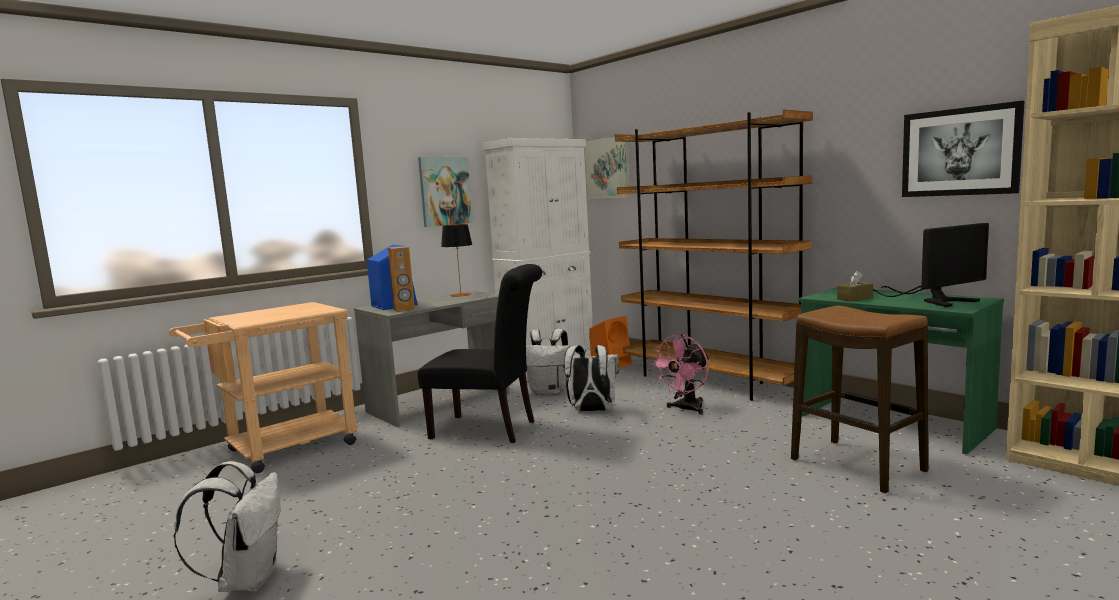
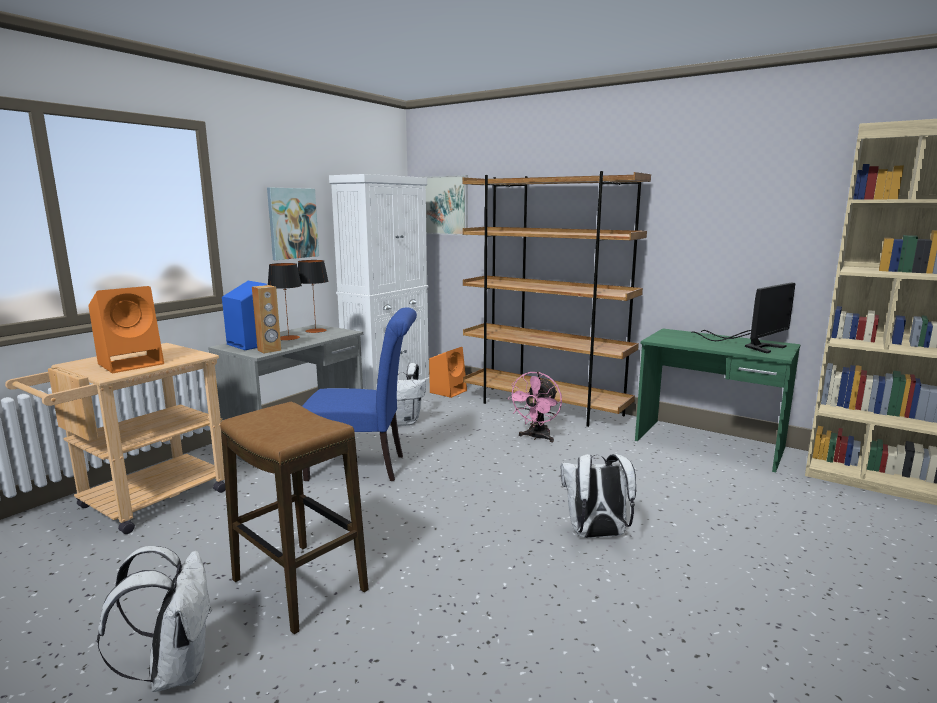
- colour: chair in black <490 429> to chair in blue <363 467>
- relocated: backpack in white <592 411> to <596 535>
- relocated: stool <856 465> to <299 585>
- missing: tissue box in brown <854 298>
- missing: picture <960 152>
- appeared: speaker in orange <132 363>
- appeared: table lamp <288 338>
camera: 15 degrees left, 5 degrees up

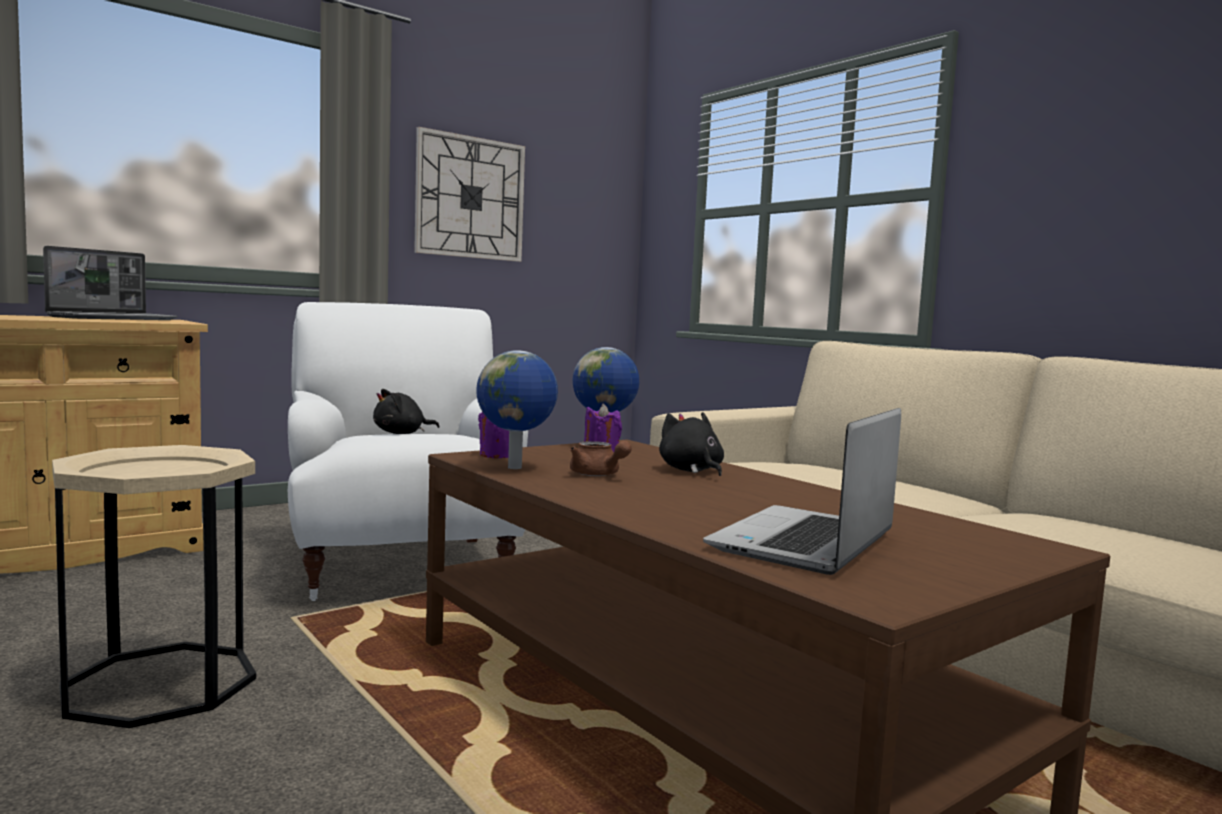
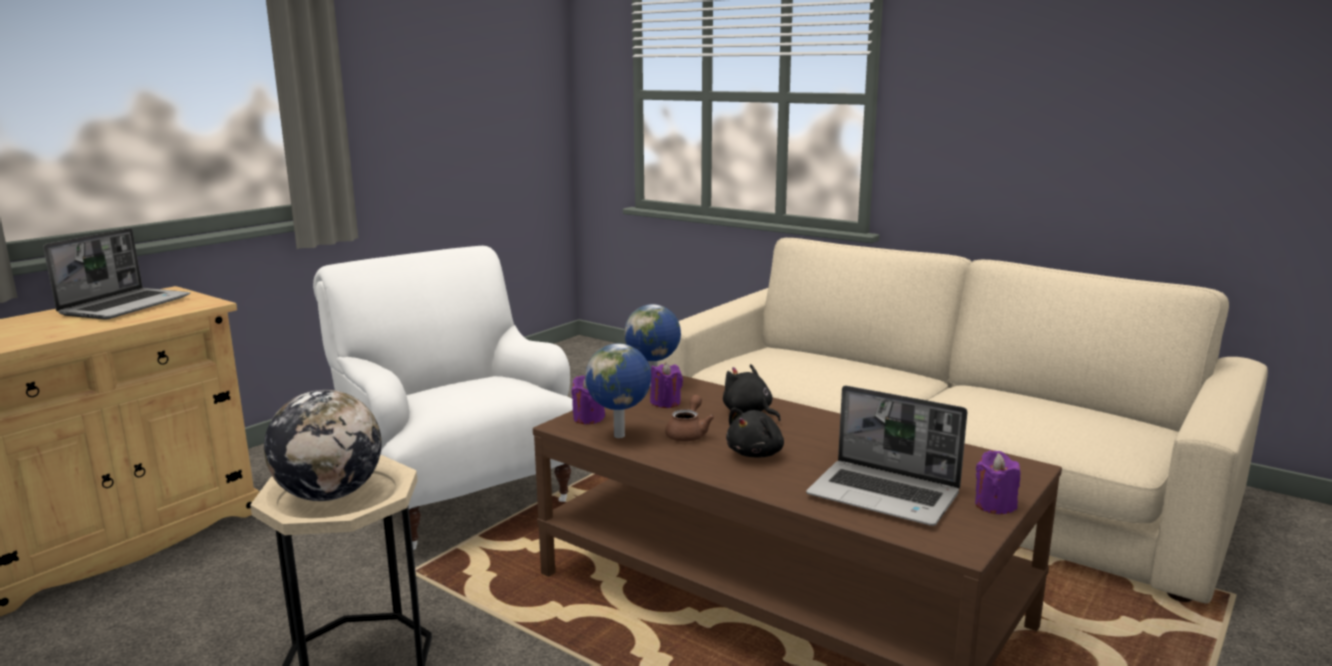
- relocated: plush toy in black <402 433> to <756 453>
- missing: wall clock <470 198>
- spun: teapot in brown <598 475> = <688 434> 105 degrees counterclockwise
- spun: laptop <804 543> = <885 495> 75 degrees counterclockwise
- appeared: globe <330 495>
- appeared: candle in purple <994 505>
camera: 15 degrees left, 10 degrees up

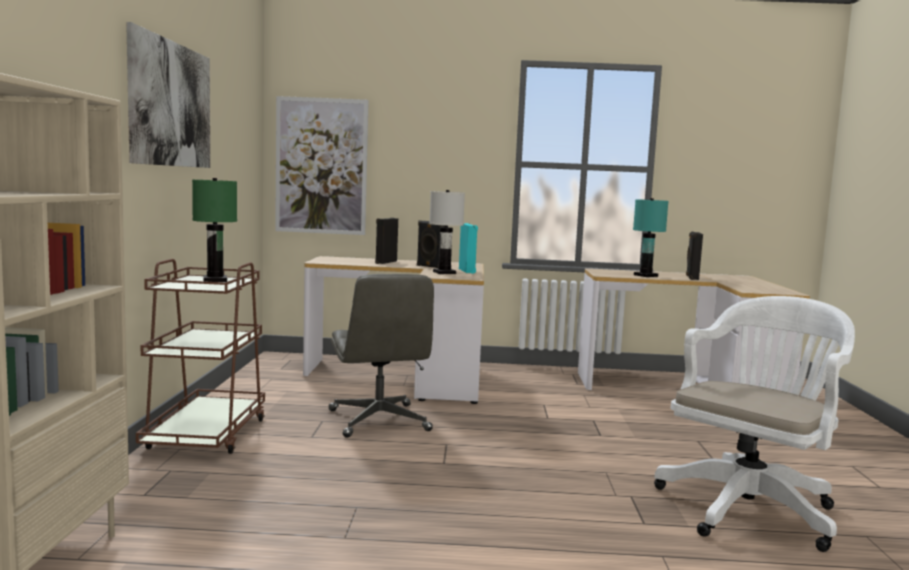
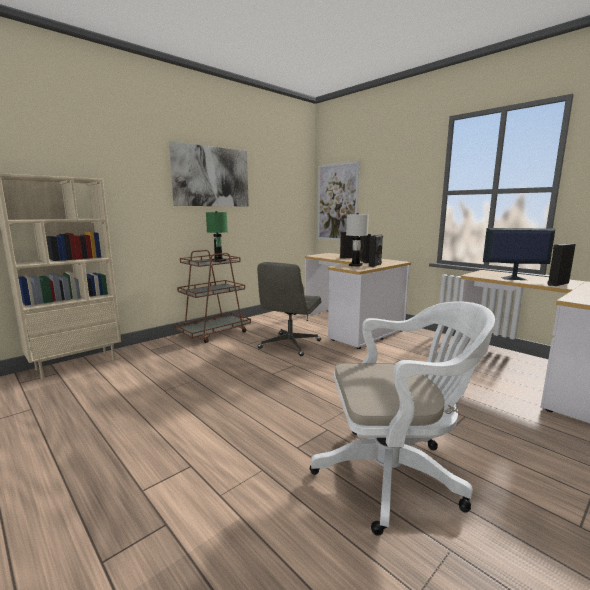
- colour: speaker in turquoise <467 271> to speaker in black <375 265>
- exchanged: table lamp in turquoise <645 275> to monitor <513 278>
camera: 45 degrees right, 5 degrees up

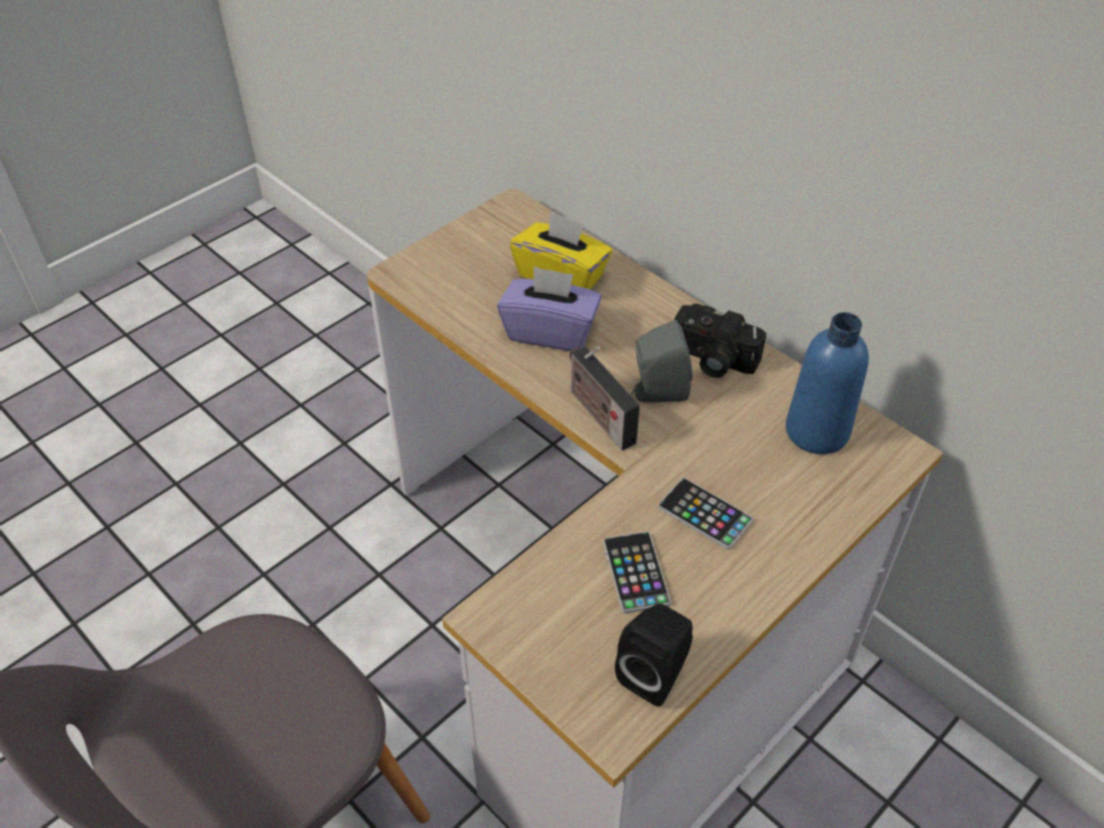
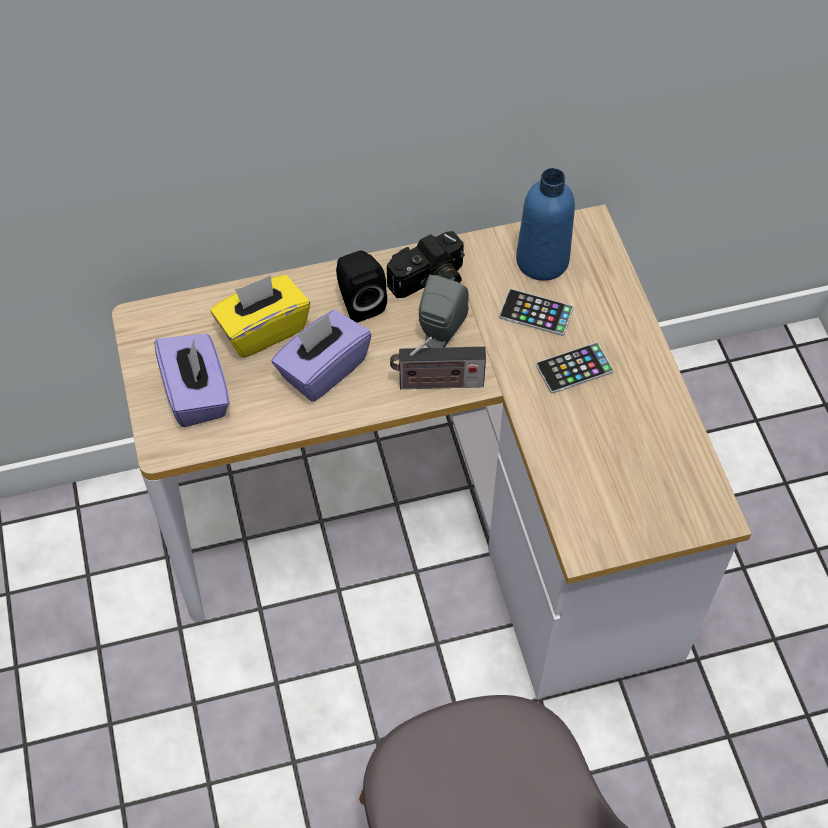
- relocated: phone <636 572> to <536 313>
- relocated: speaker in black <655 673> to <359 302>
- appeared: tissue box in purple <197 394>
camera: 60 degrees left, 10 degrees up

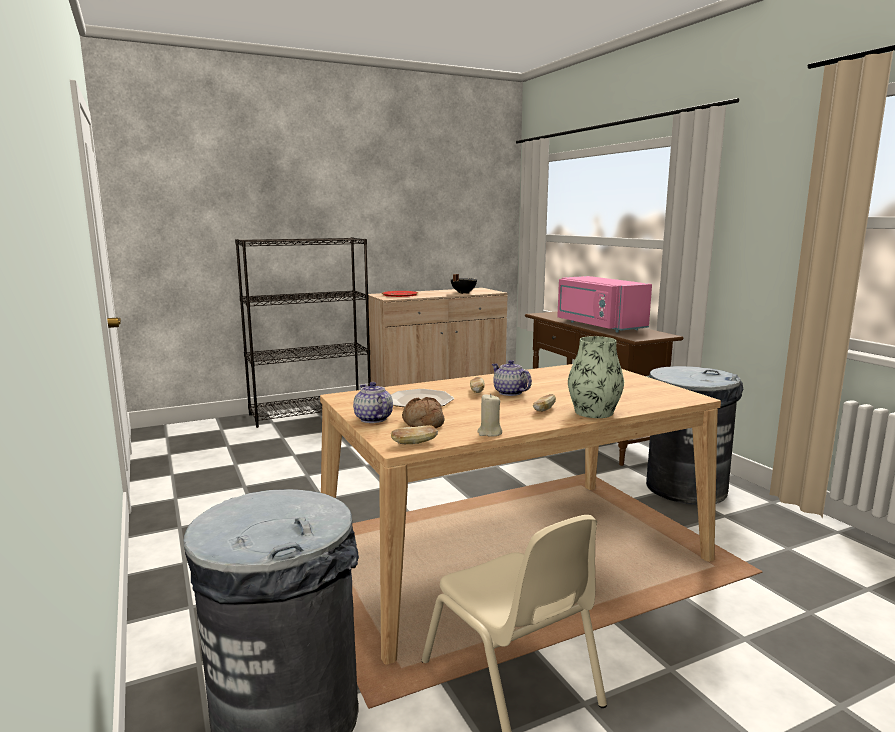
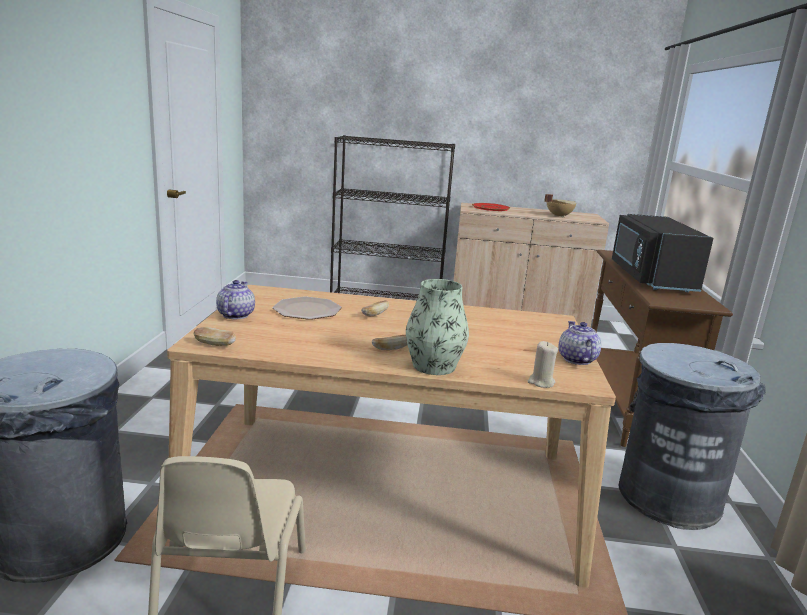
- missing: bread <422 423>
- colour: cooking pot in black <463 293> to cooking pot in beige <558 216>
- relocated: candle in beige <489 433> to <541 382>
- relocated: teapot <509 392> to <576 359>
- colour: microwave in pink <598 326> to microwave in black <649 278>
camera: 30 degrees right, 5 degrees up

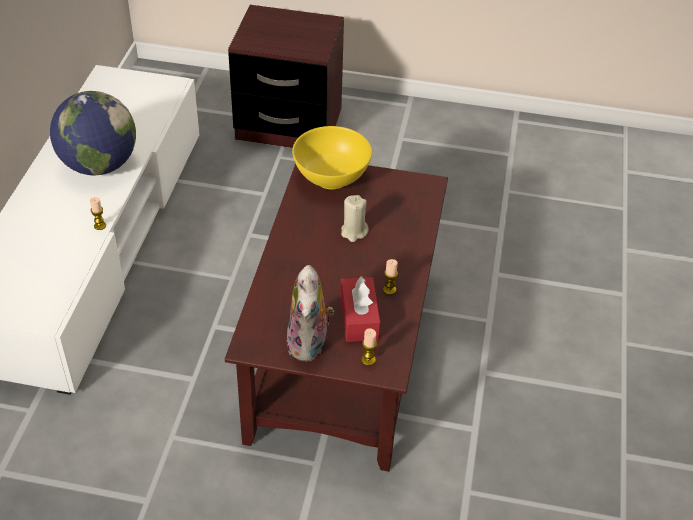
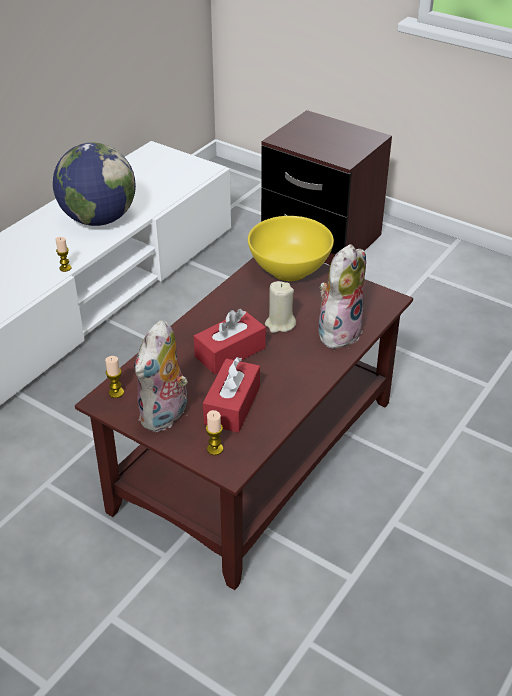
- relocated: candle <389 290> to <116 392>
- appeared: tissue box in red <230 352>
- appeared: plush toy <338 331>
camera: 25 degrees right, 5 degrees down

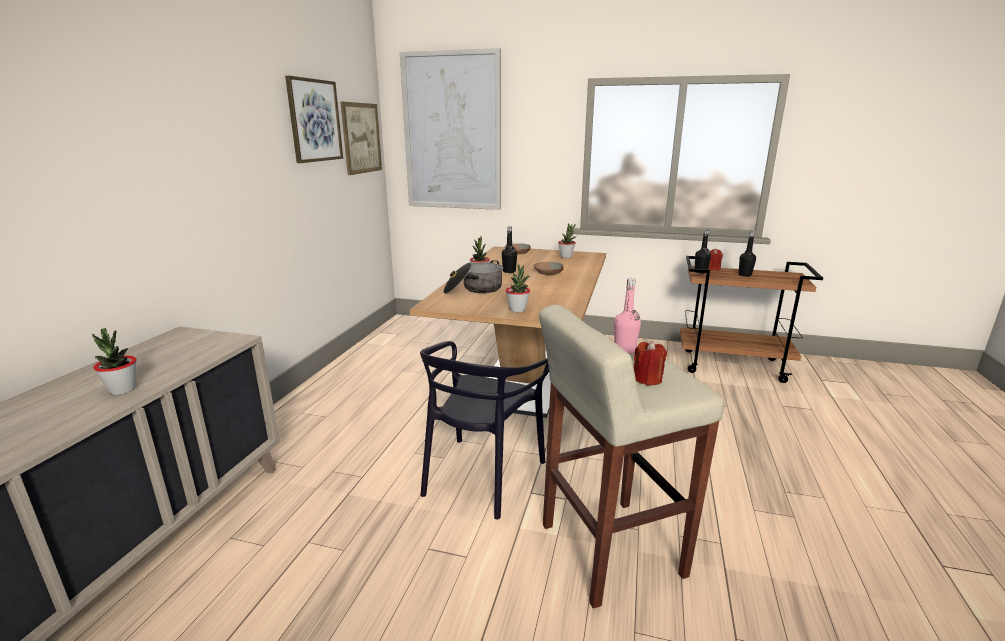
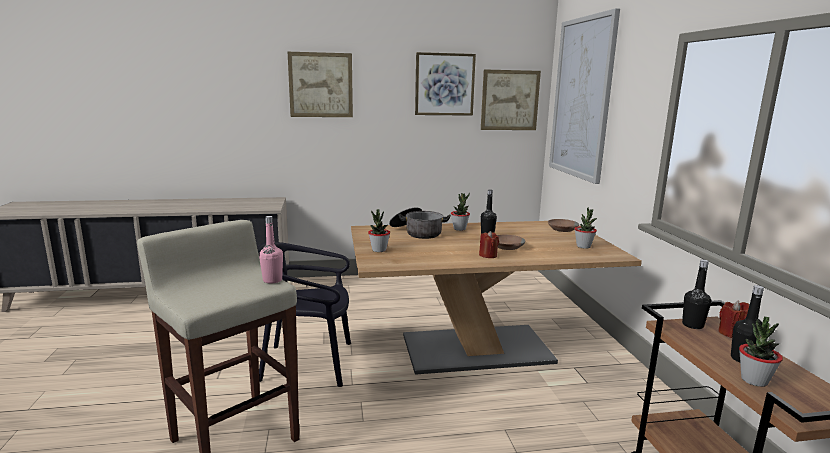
- relocated: potted plant <122 390> to <754 380>
- relocated: candle in red <647 379> to <488 255>
- appeared: picture <321 85>
camera: 65 degrees right, 5 degrees down

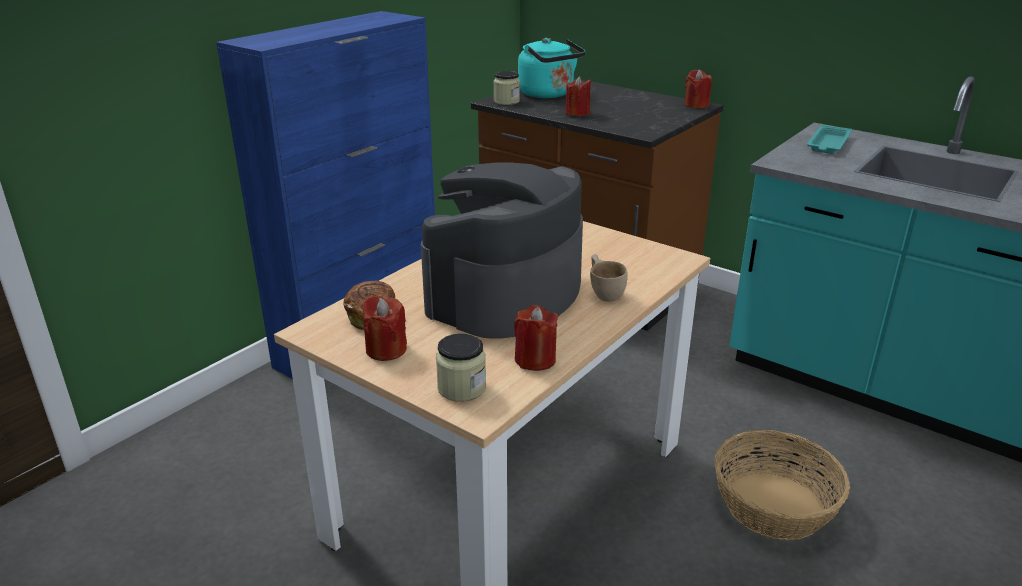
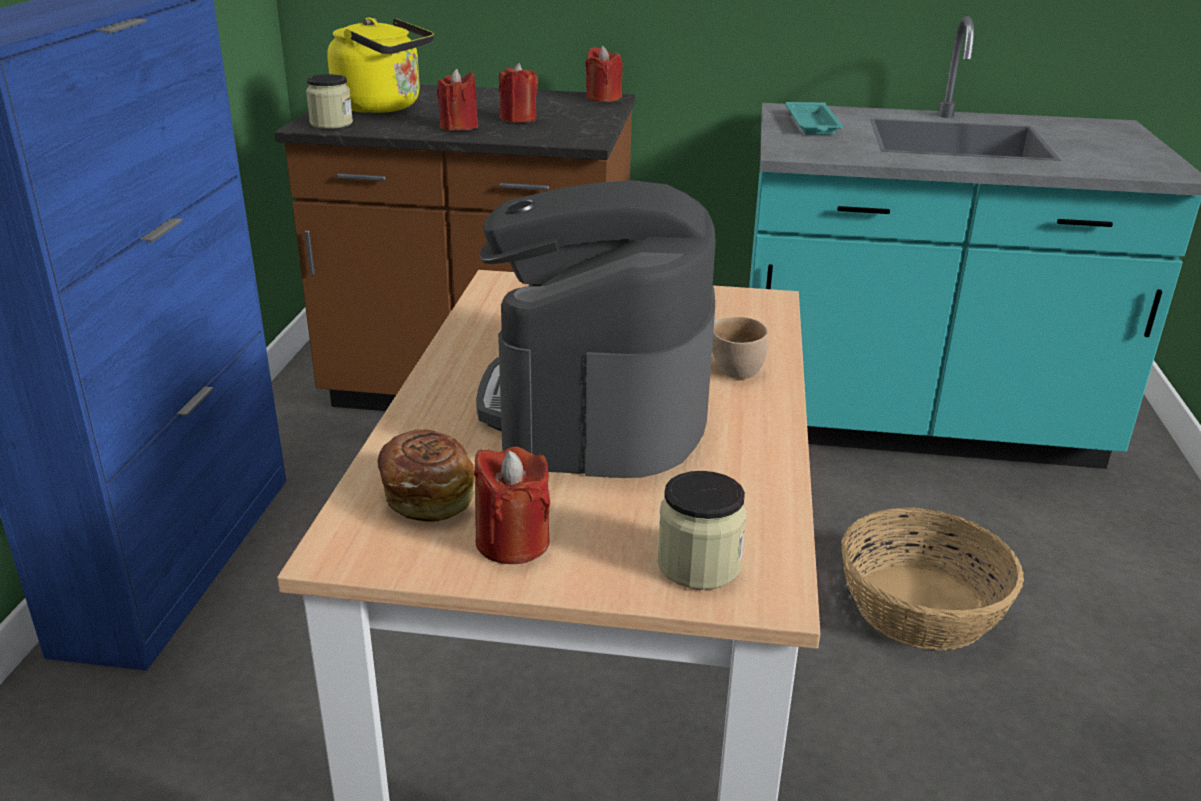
- relocated: candle in red <535 360> to <518 119>
- colour: kettle in turquoise <548 94> to kettle in yellow <383 107>
camera: 30 degrees left, 0 degrees up

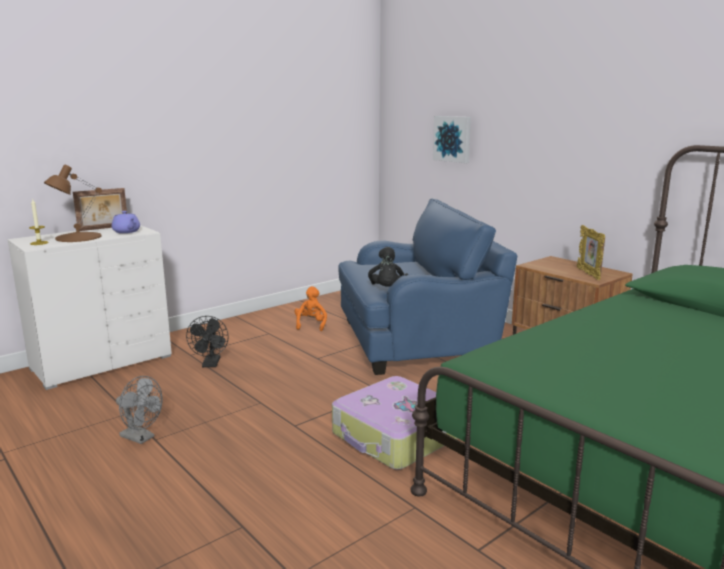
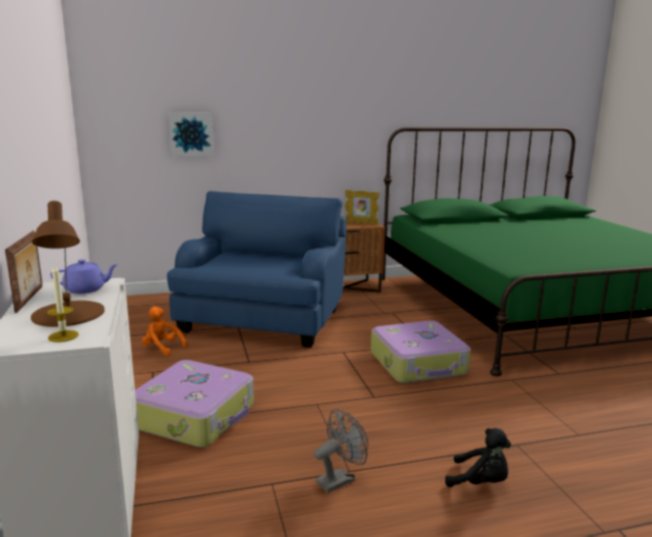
- exchanged: fan in black <211 364> to suitcase <195 416>
- relocated: plush toy in black <388 290> to <480 482>
camera: 65 degrees left, 0 degrees up

